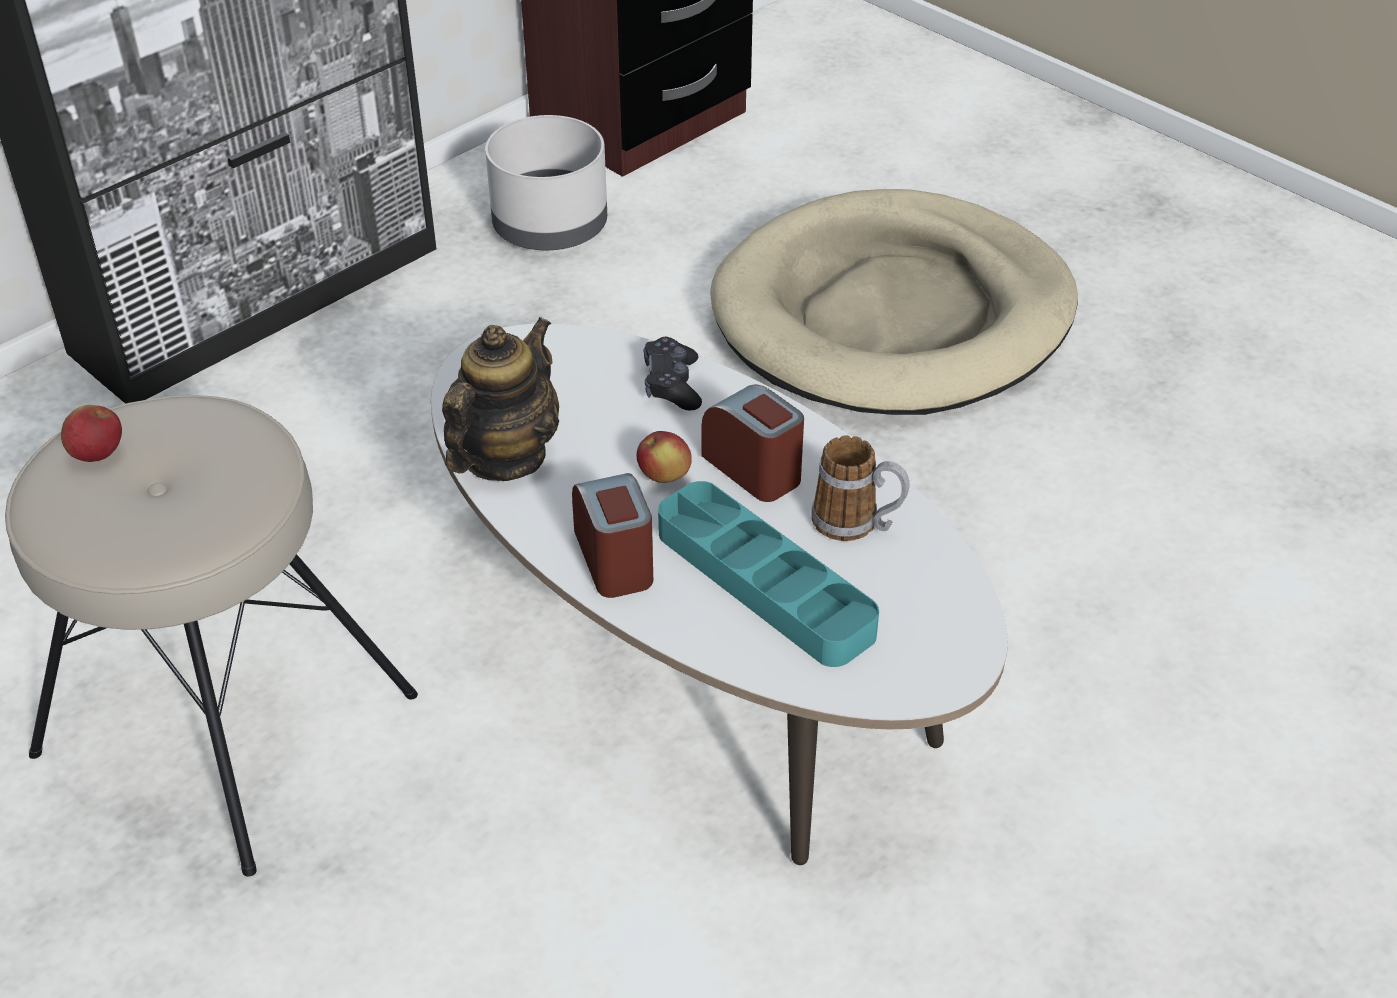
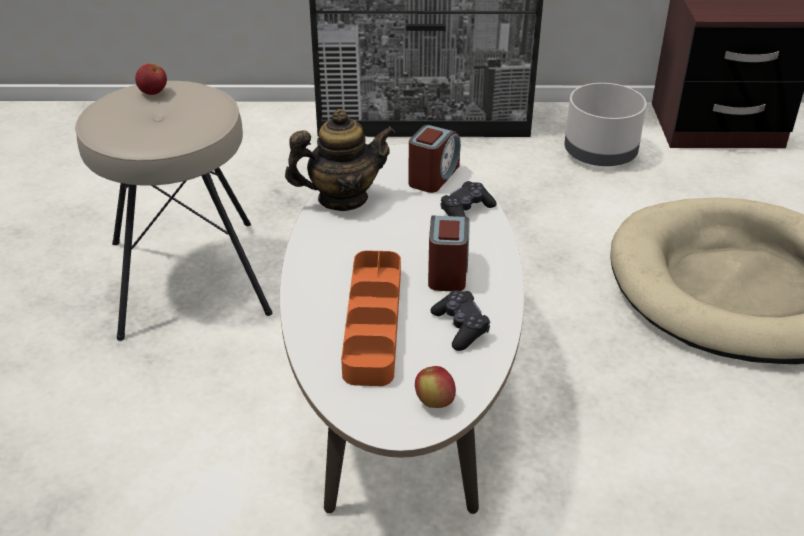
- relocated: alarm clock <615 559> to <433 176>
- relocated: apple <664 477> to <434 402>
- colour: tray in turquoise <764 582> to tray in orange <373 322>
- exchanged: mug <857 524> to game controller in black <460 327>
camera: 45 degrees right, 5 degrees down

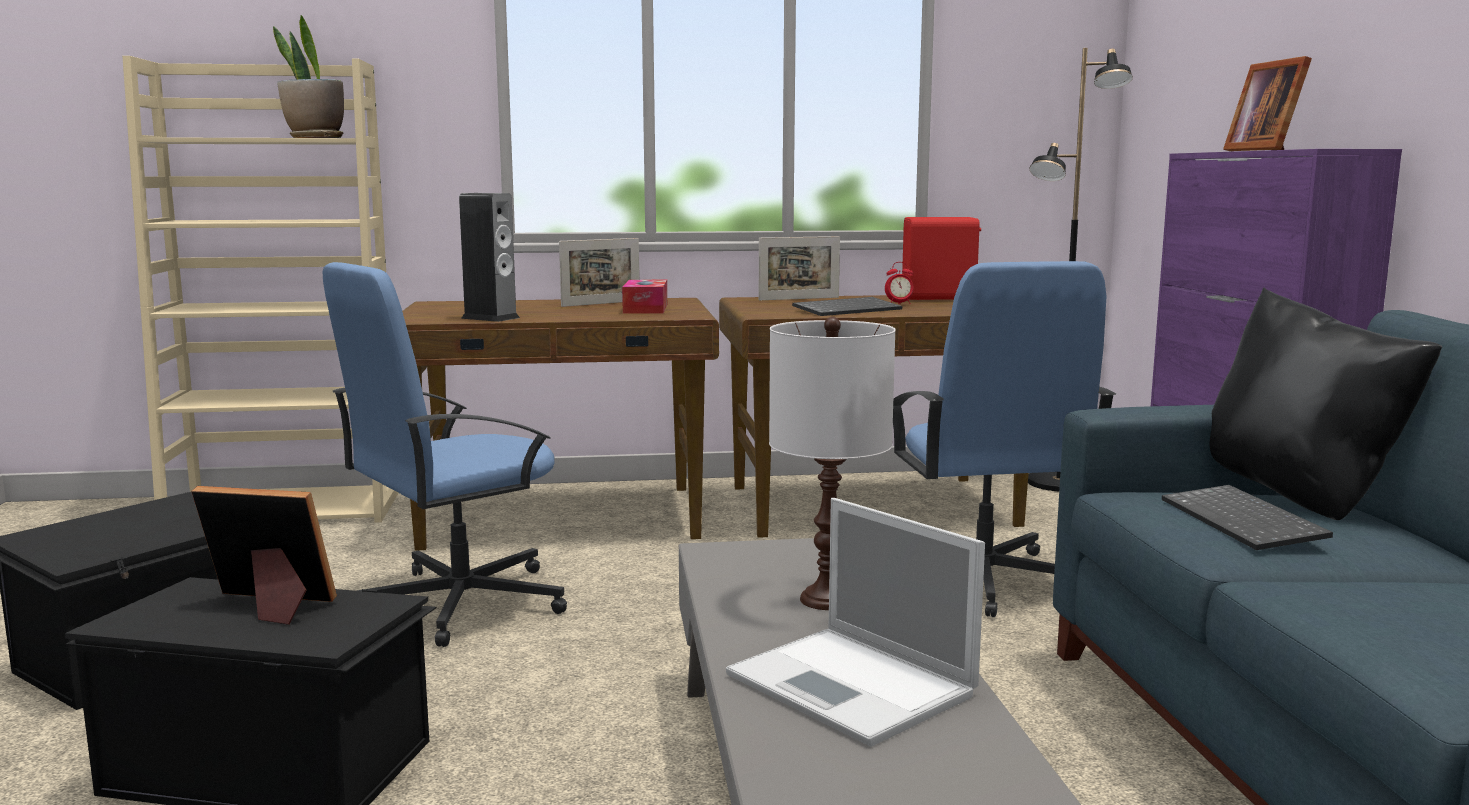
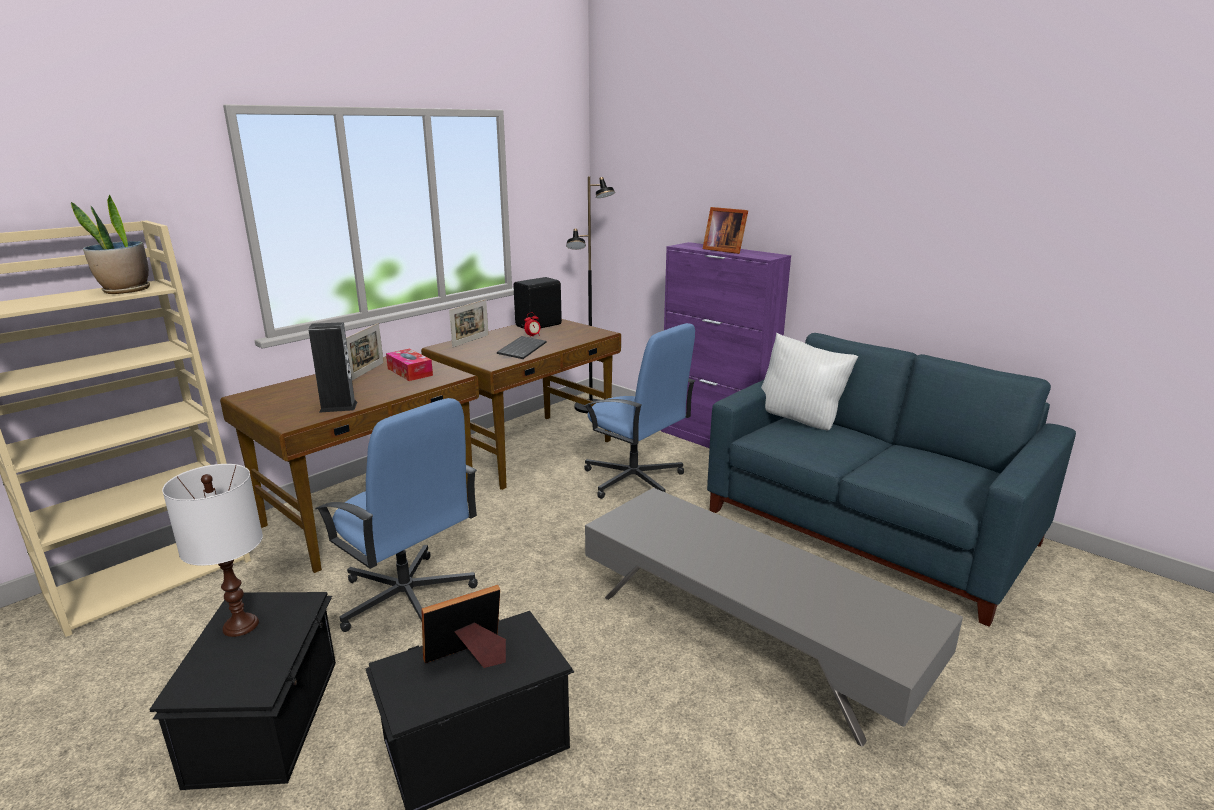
- spun: office chair in blue <457 603> = <406 598> 60 degrees counterclockwise
- missing: laptop <854 686>
- relocated: table lamp in white <827 600> to <240 626>
- colour: speaker in red <940 298> to speaker in black <540 325>
- missing: keyboard <1245 522>
- colour: pillow in black <1300 498> to pillow in white <800 420>
camera: 40 degrees left, 10 degrees up

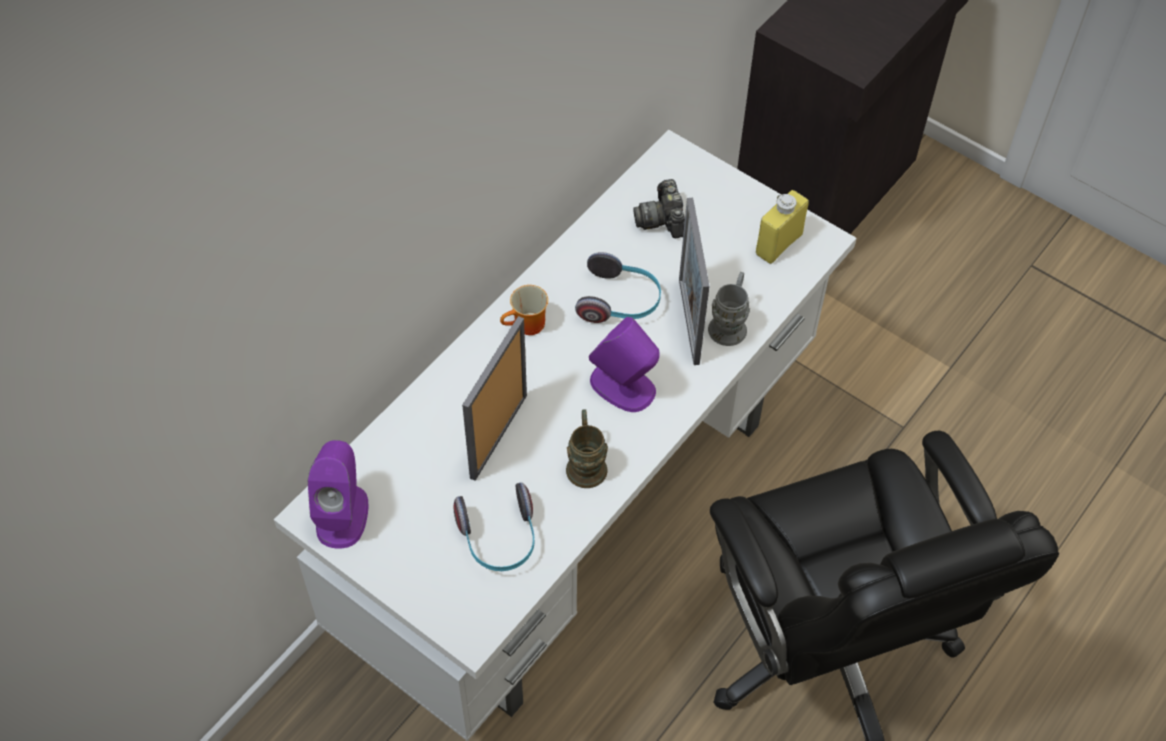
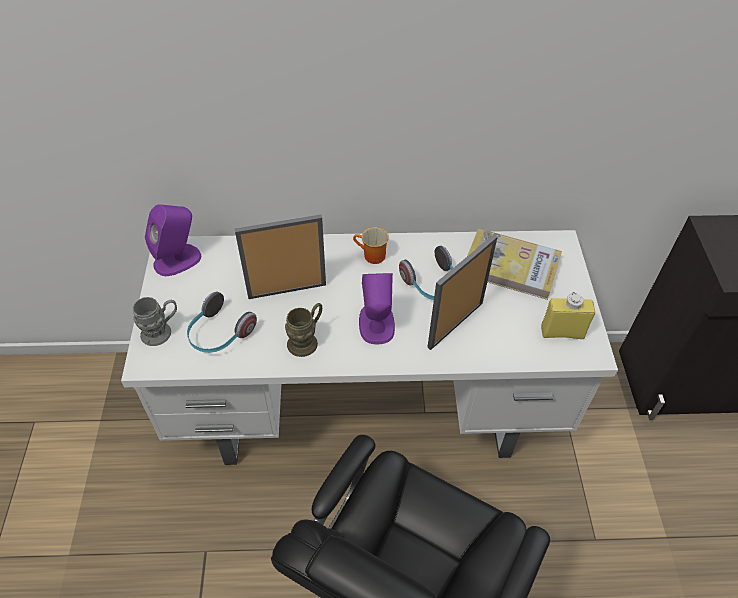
- exchanged: photo camera <662 219> to book <510 266>
- relocated: mug in grey <729 323> to <162 331>
camera: 50 degrees right, 5 degrees down

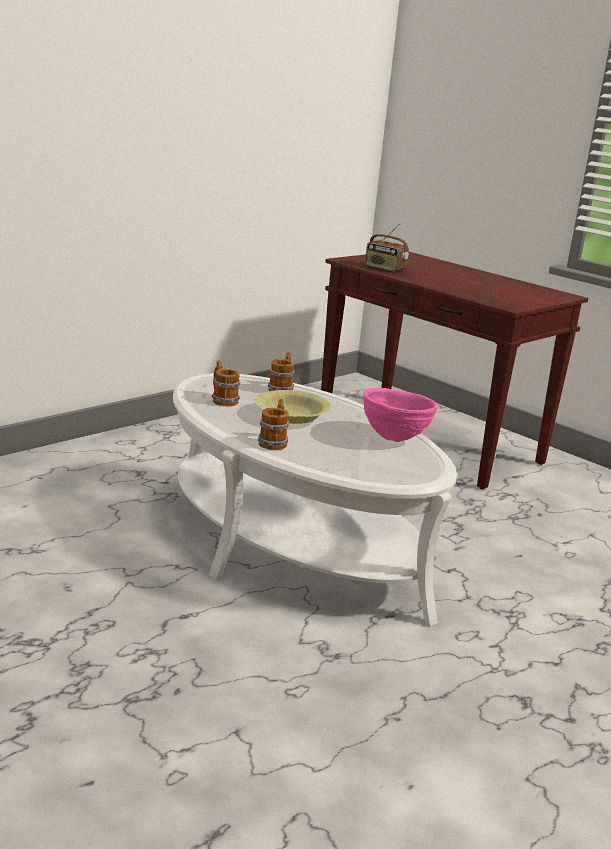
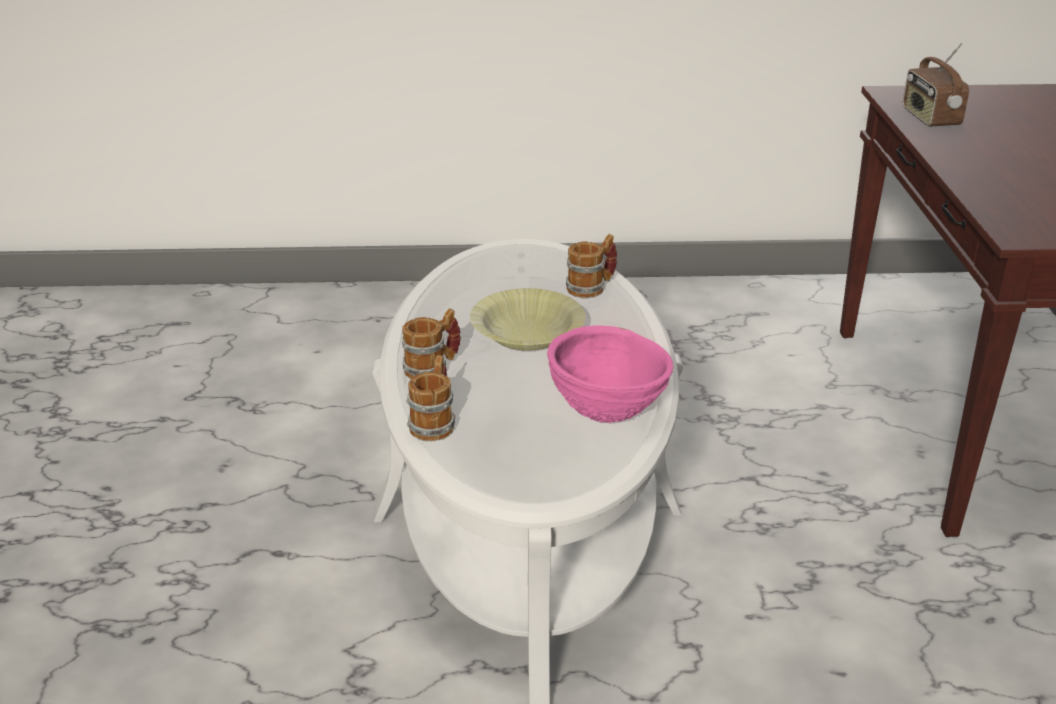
- relocated: mug <222 399> to <434 422>
camera: 45 degrees right, 10 degrees up

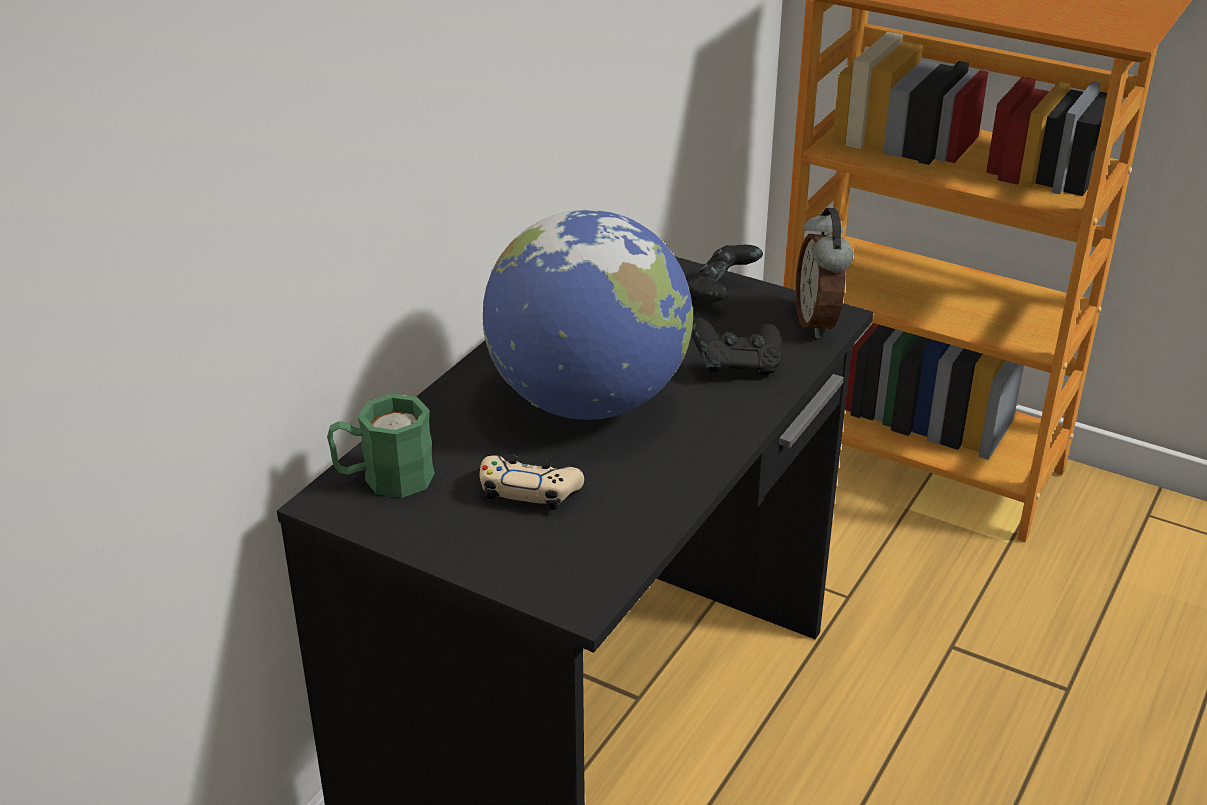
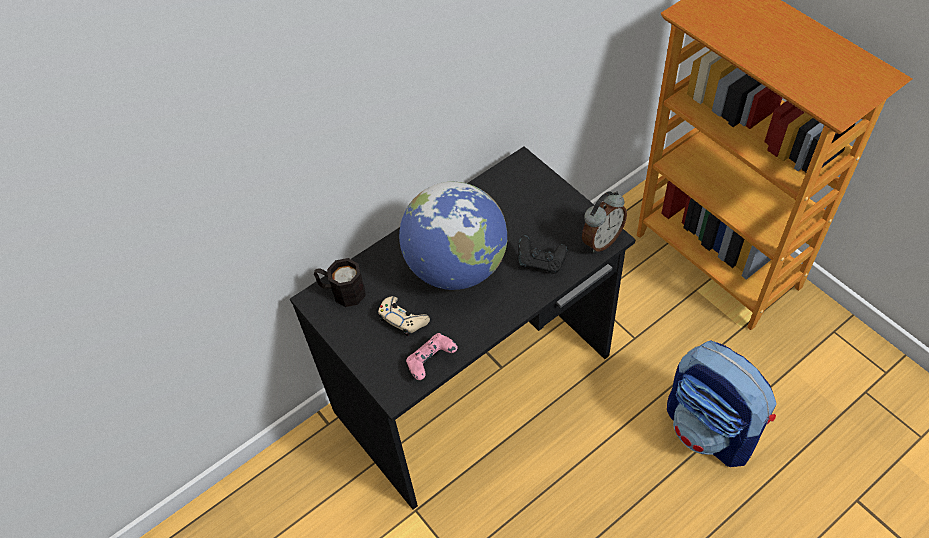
- colour: mug in green <384 478> to mug in black <342 292>
- missing: game controller in black <720 294>
- spun: alarm clock <819 322> = <601 240> 150 degrees counterclockwise
- appeared: game controller in pink <431 362>
- appeared: backpack <711 429>
camera: 25 degrees right, 20 degrees up

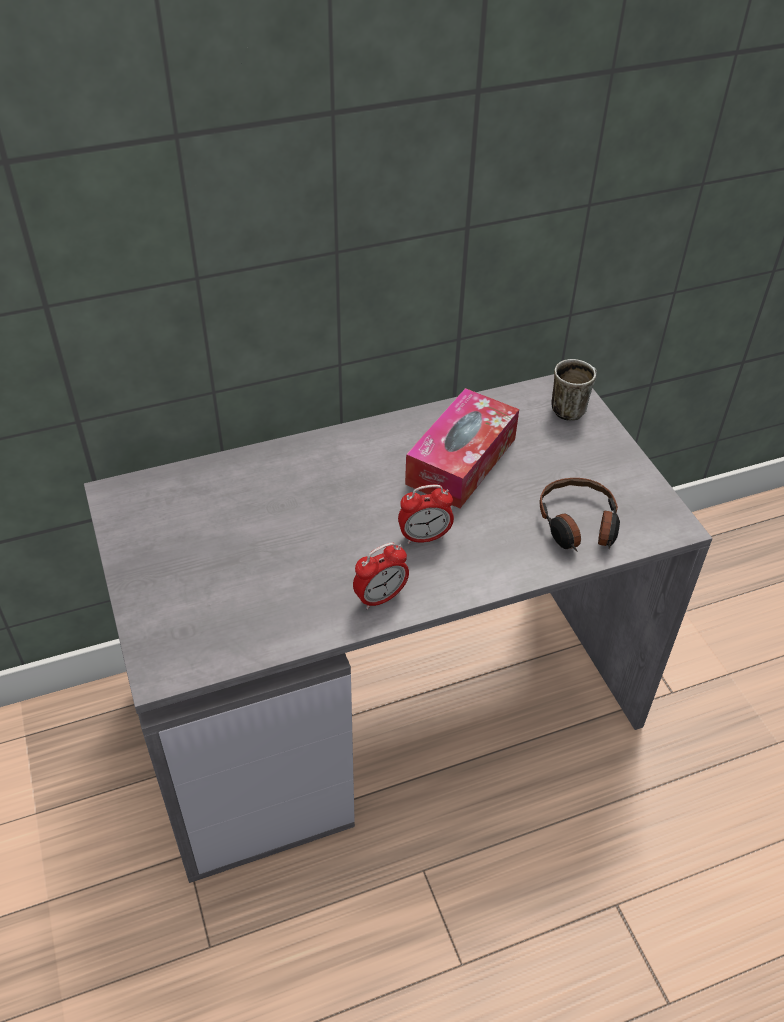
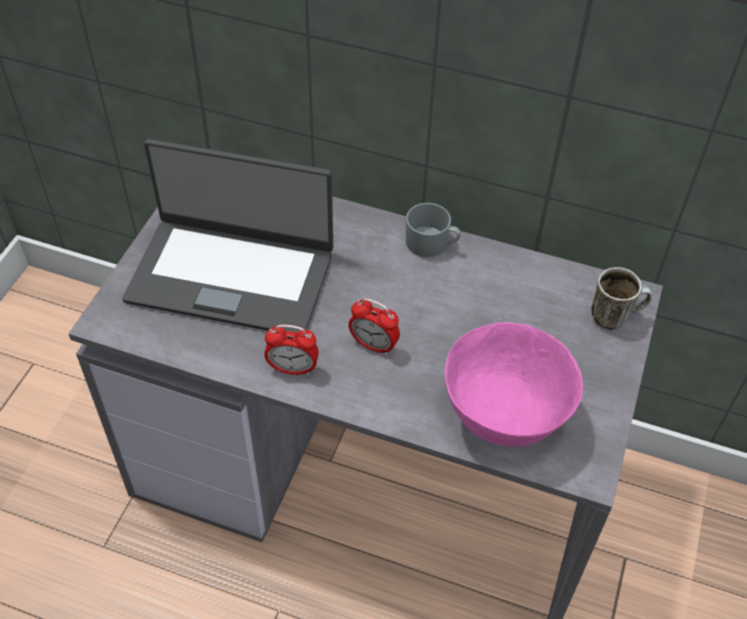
- missing: tissue box <461 461>
- exchanged: headphones <578 525> to bowl in pink <505 416>
- appeared: laptop <232 275>
- appeared: mug in grey <432 244>
camera: 40 degrees right, 5 degrees up

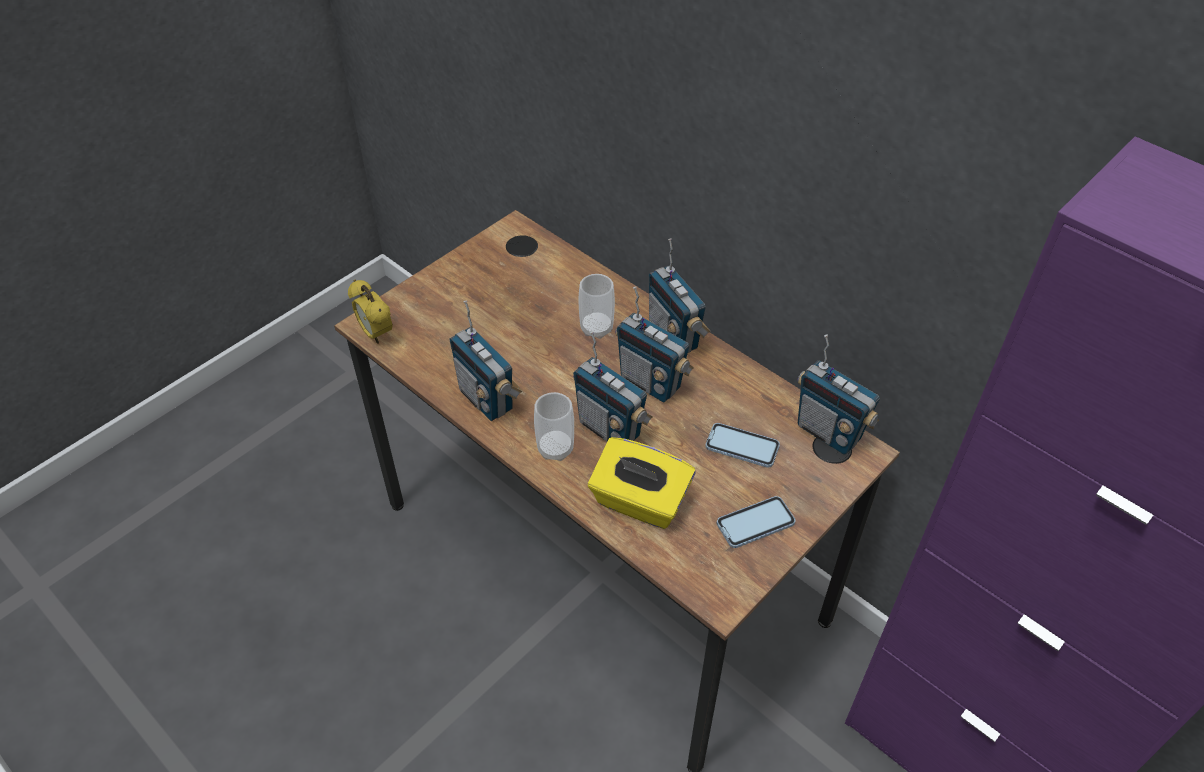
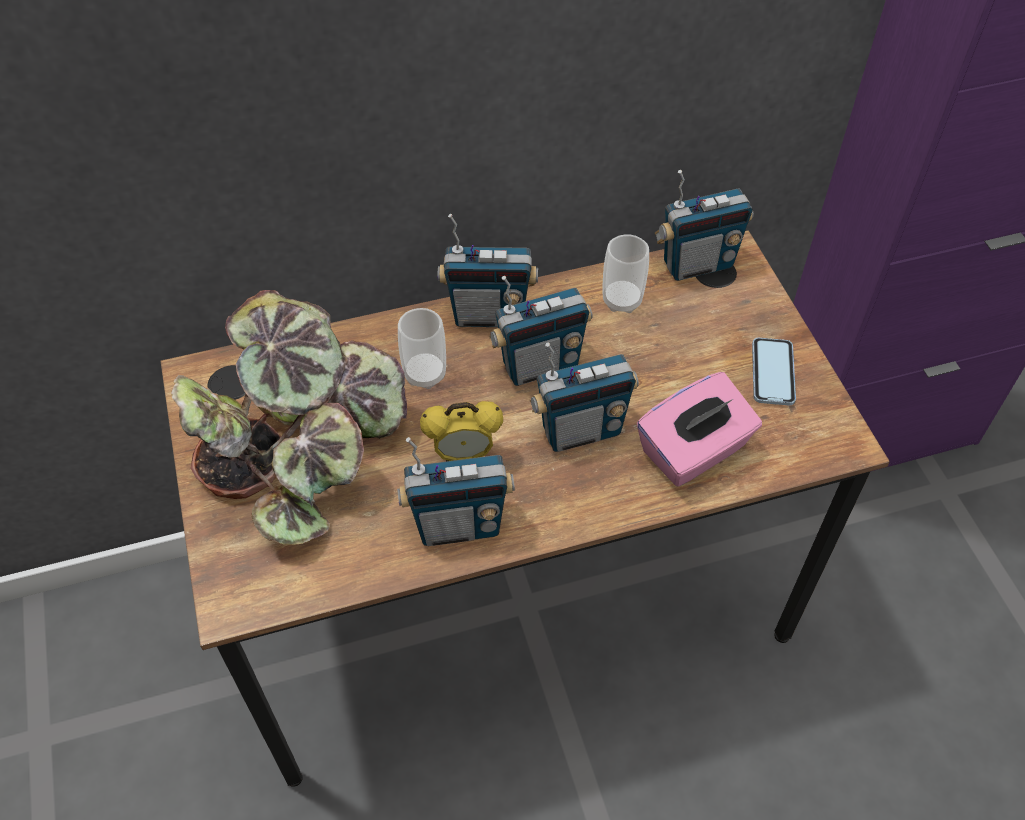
- relocated: alarm clock <376 334> to <463 455>
- relocated: cup <555 448> to <622 300>
- colour: tissue box in yellow <639 502> to tissue box in pink <694 451>
- missing: phone <742 446>
- appeared: potted plant <303 457>
camera: 60 degrees left, 5 degrees up

